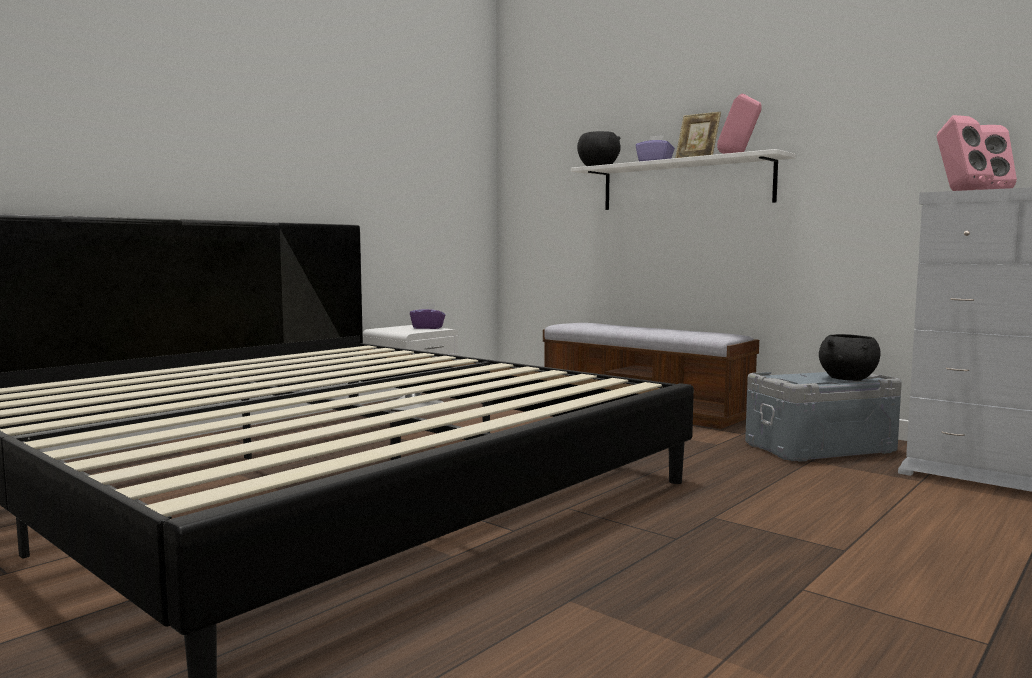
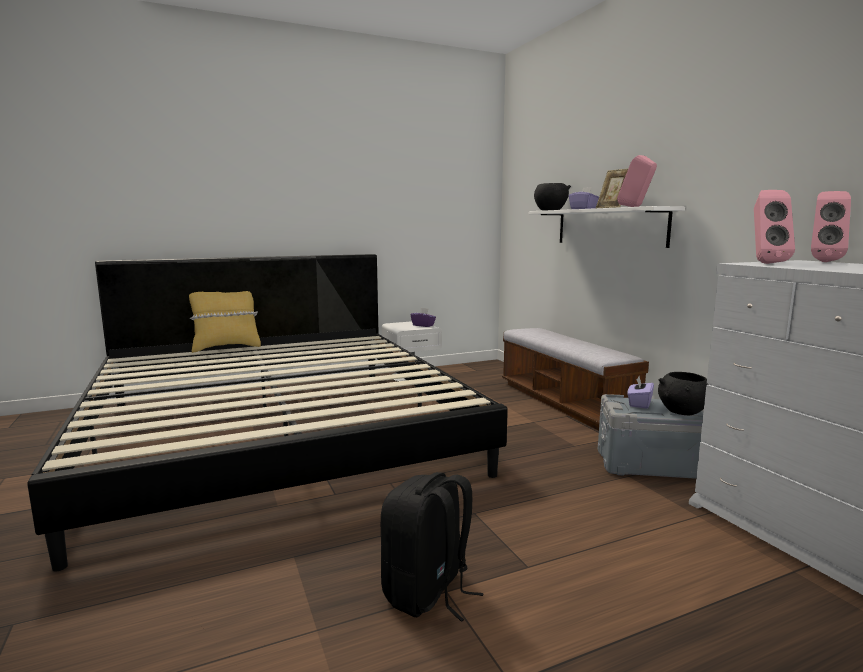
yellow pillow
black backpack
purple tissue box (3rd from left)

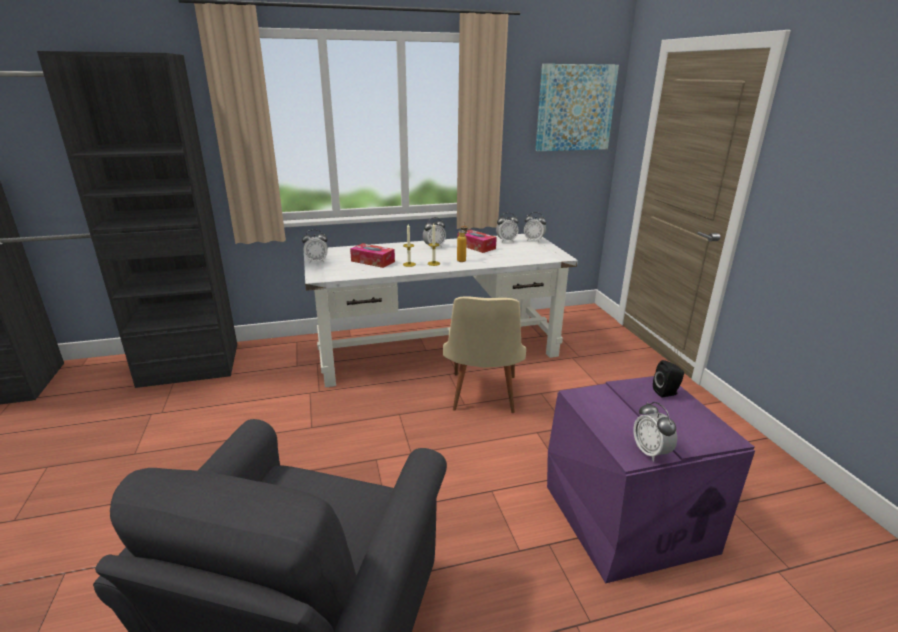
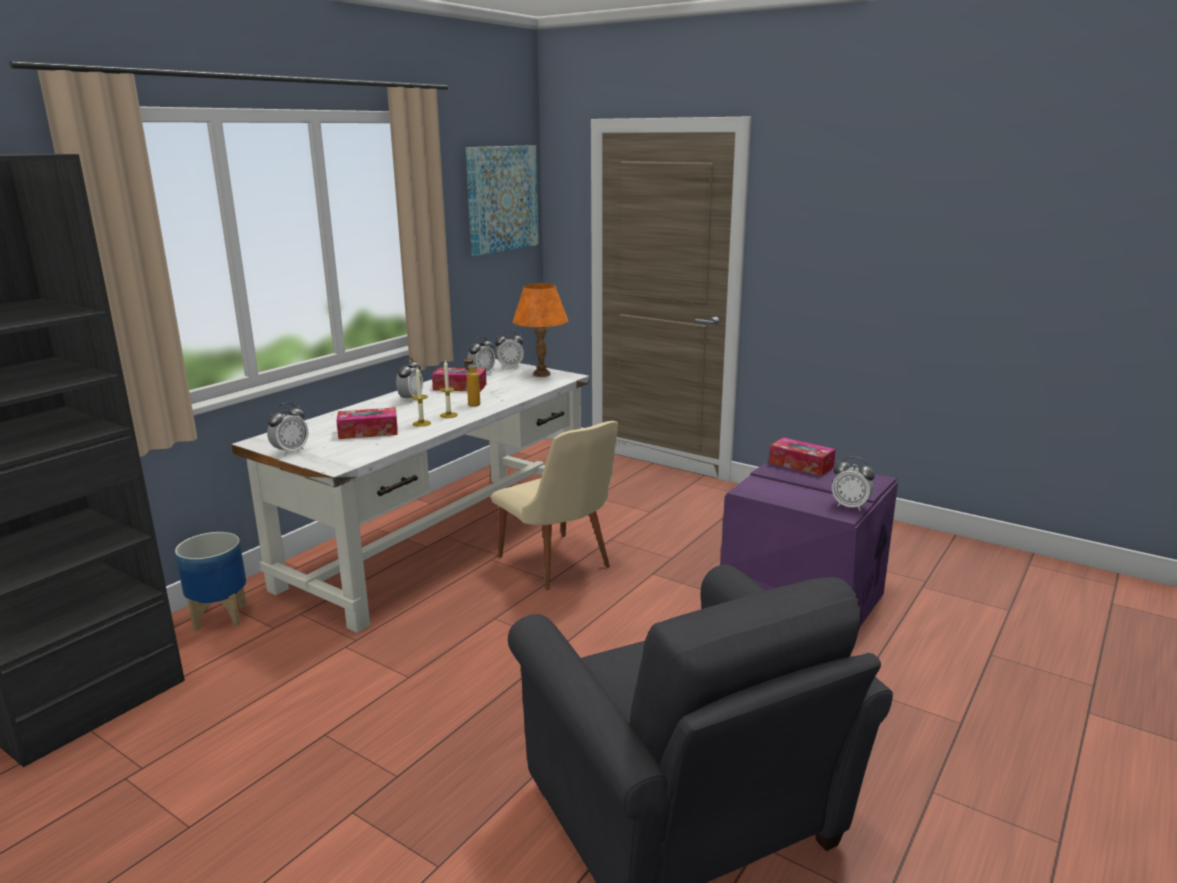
planter
orange table lamp
tissue box (3rd from left)

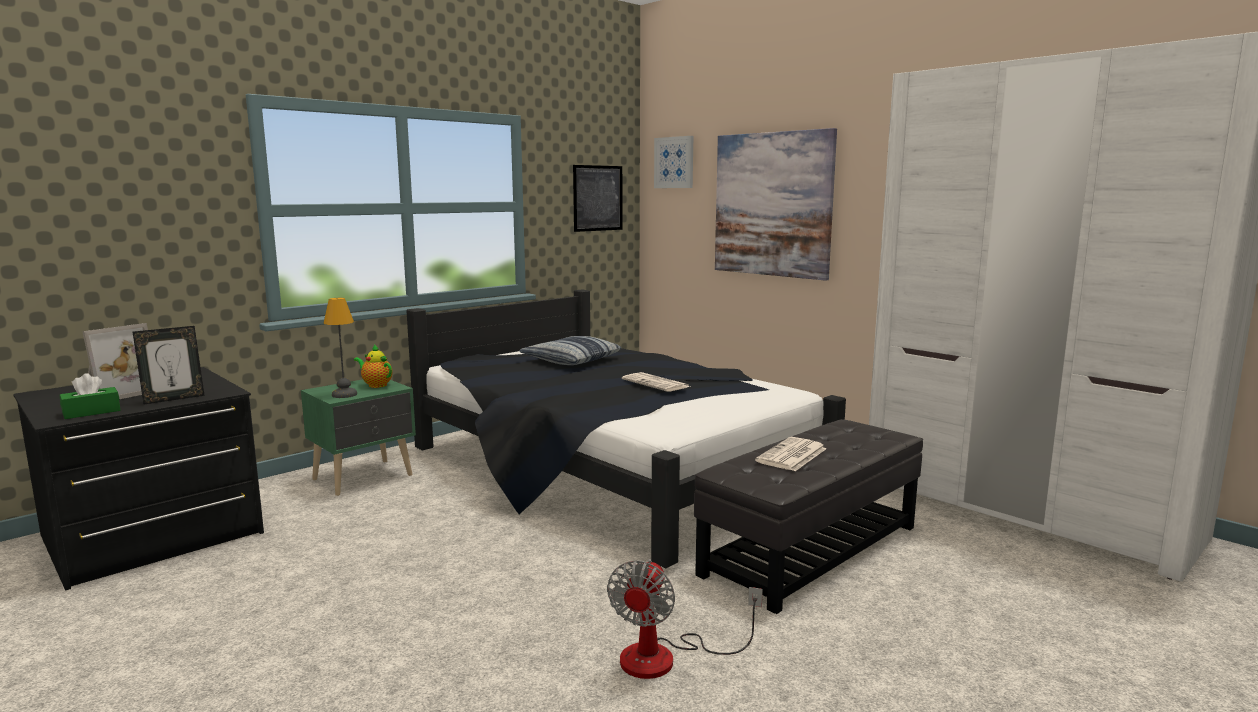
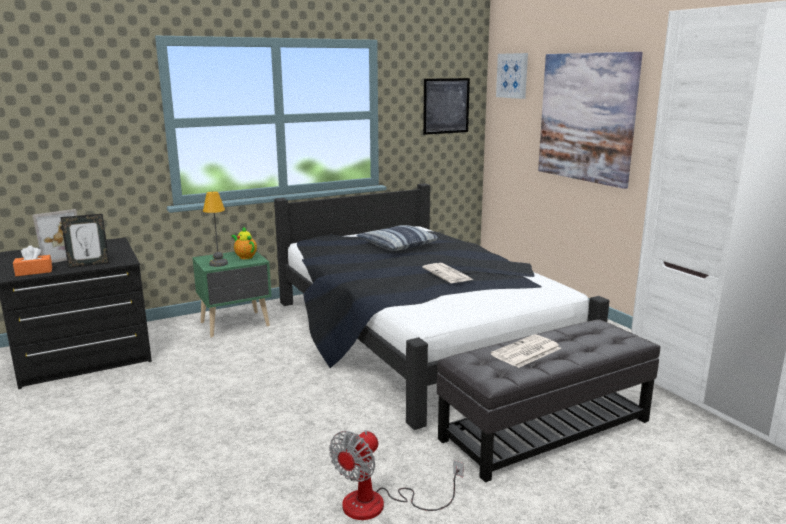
orange tissue box

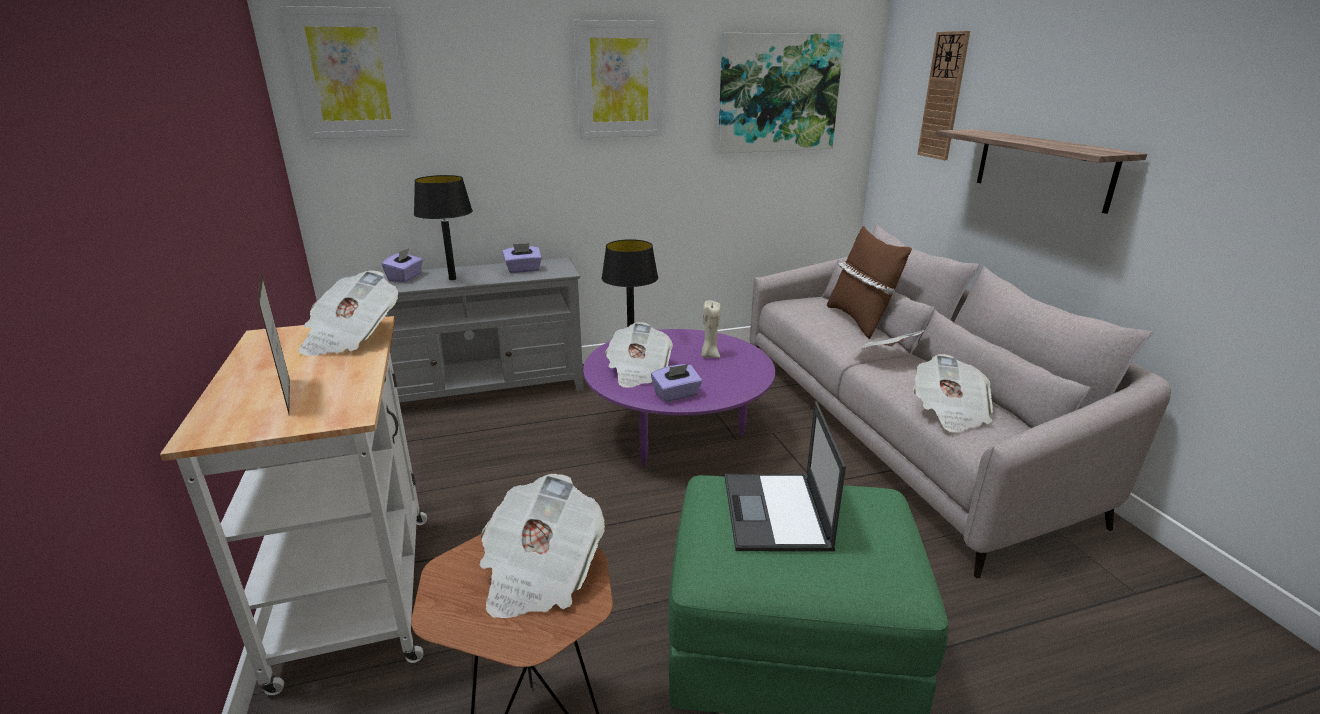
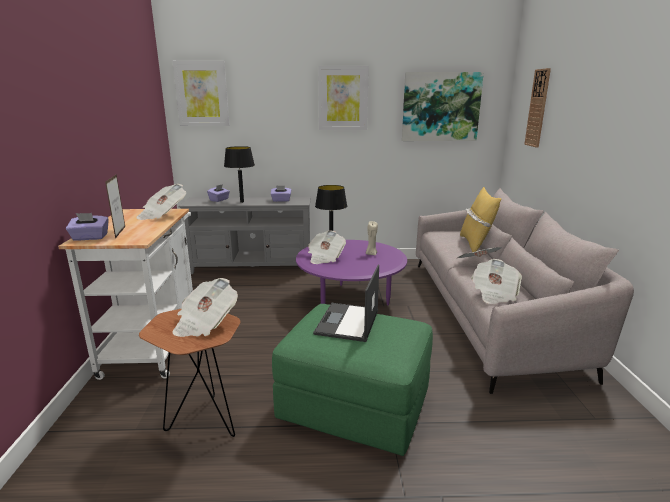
shelf
purple tissue box (1st from left)
yellow pillow

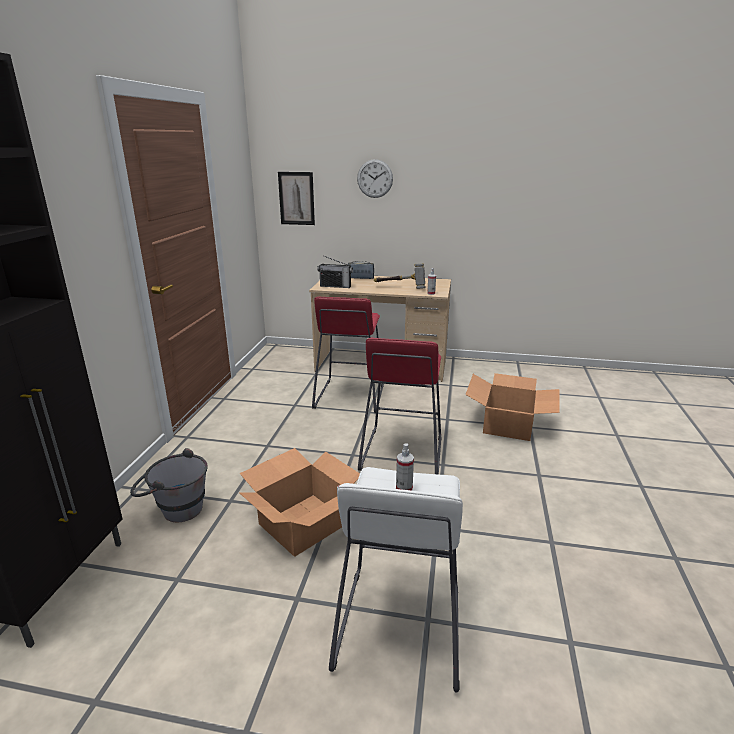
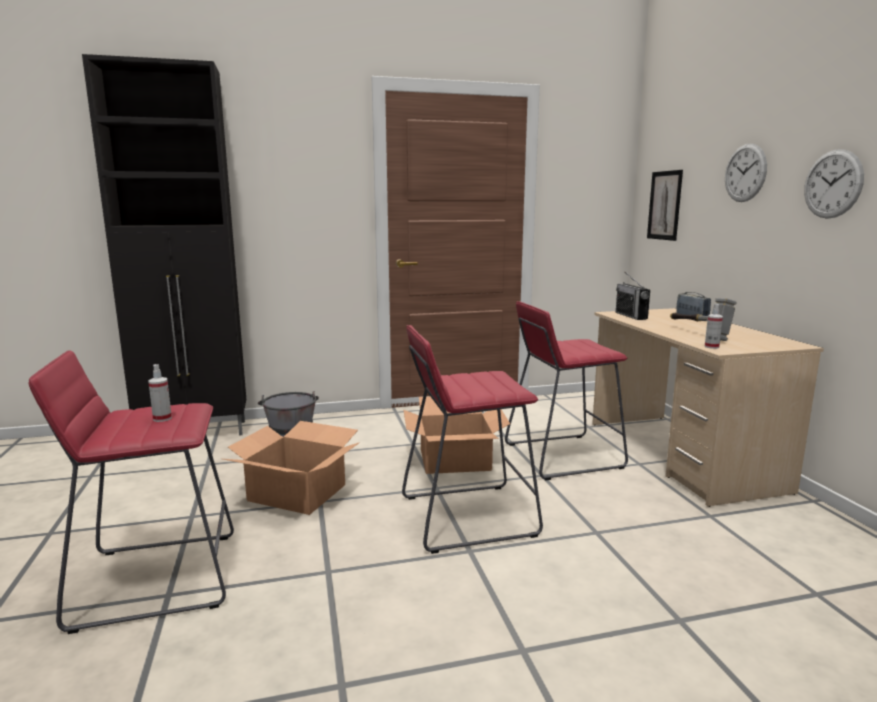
wall clock (2nd from left)
cardboard box (2nd from left)
red stool (1st from left)

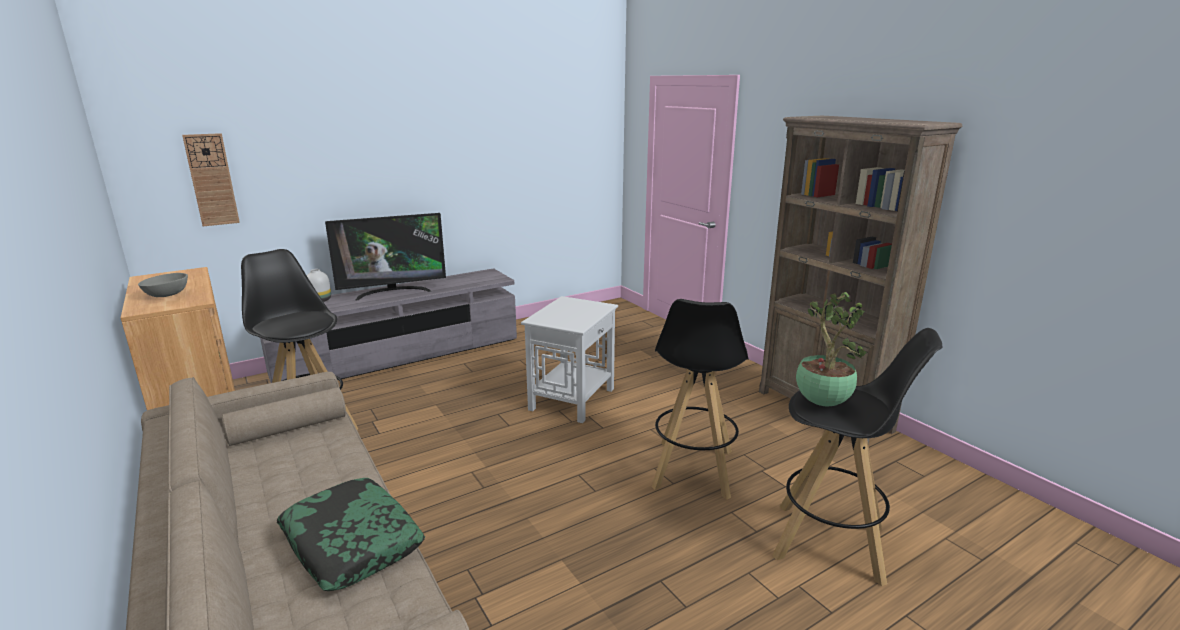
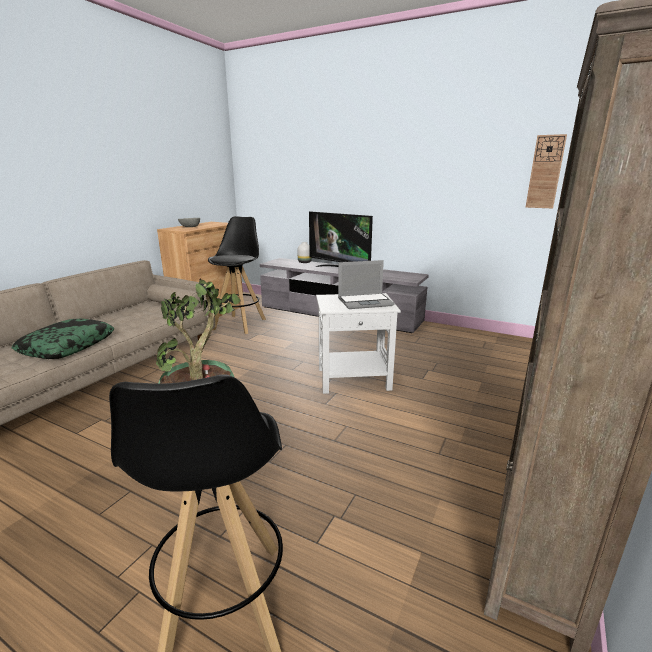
black stool (2nd from left in the first image)
laptop
wall clock

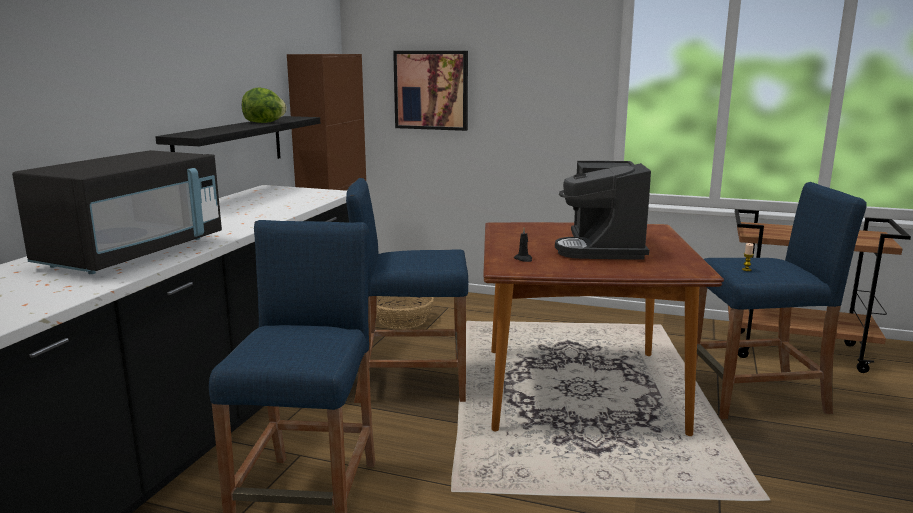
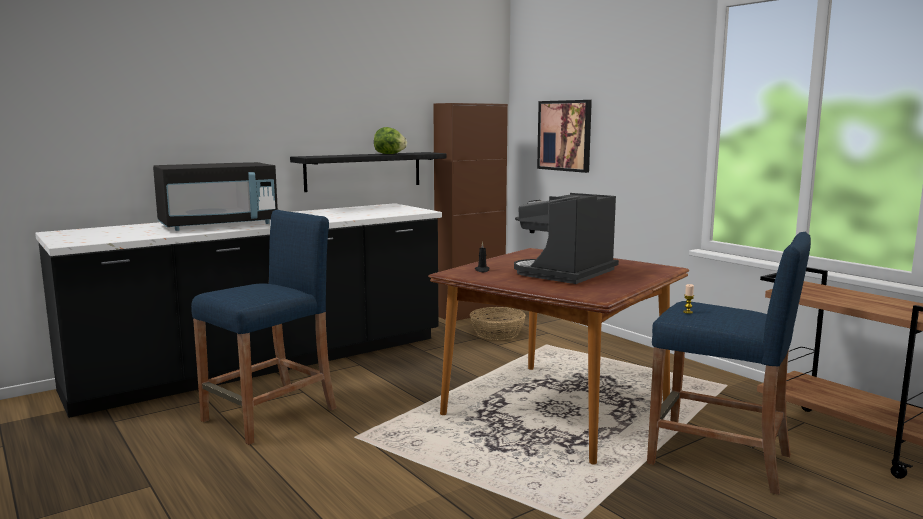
blue stool (2nd from left in the first image)

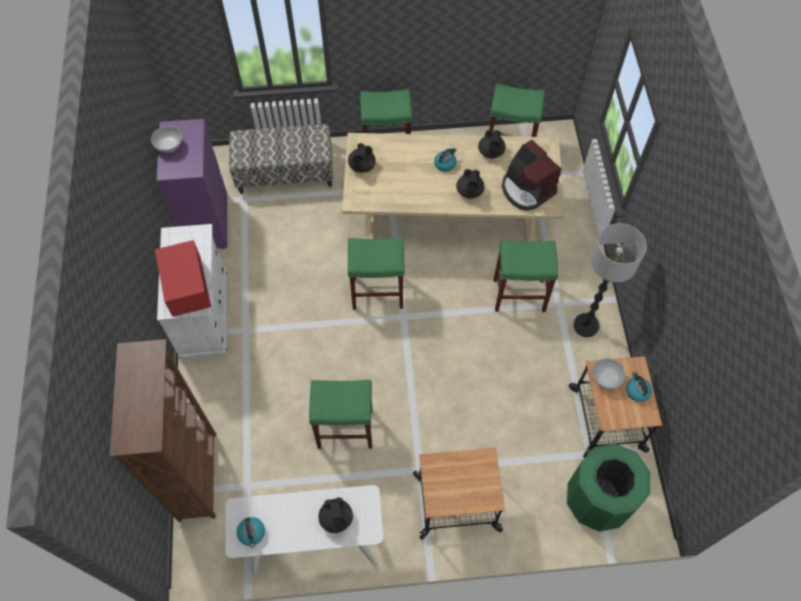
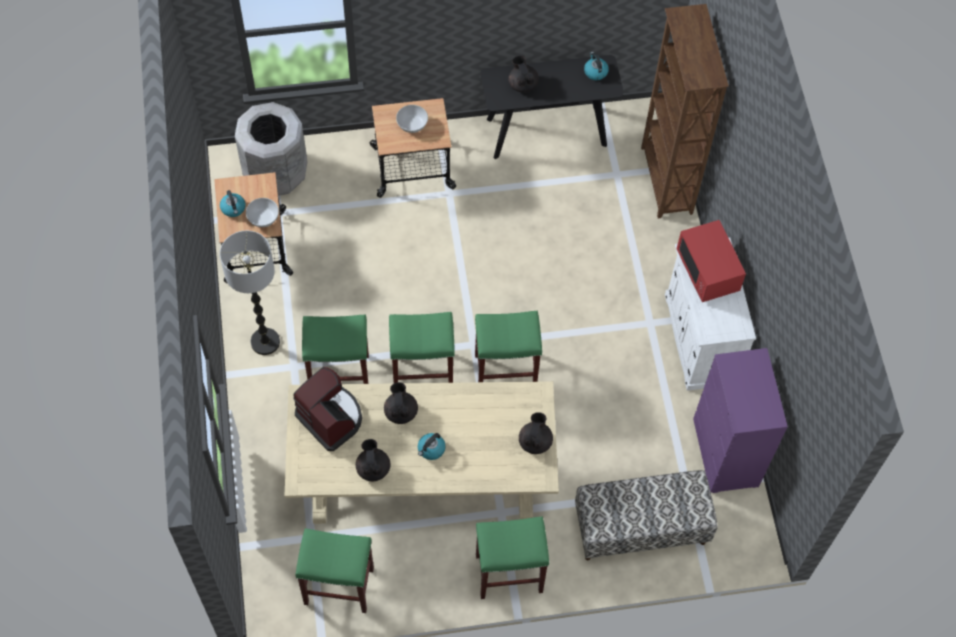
white bowl (2nd from left)
green stool (3rd from left)
black console table
grey trash can

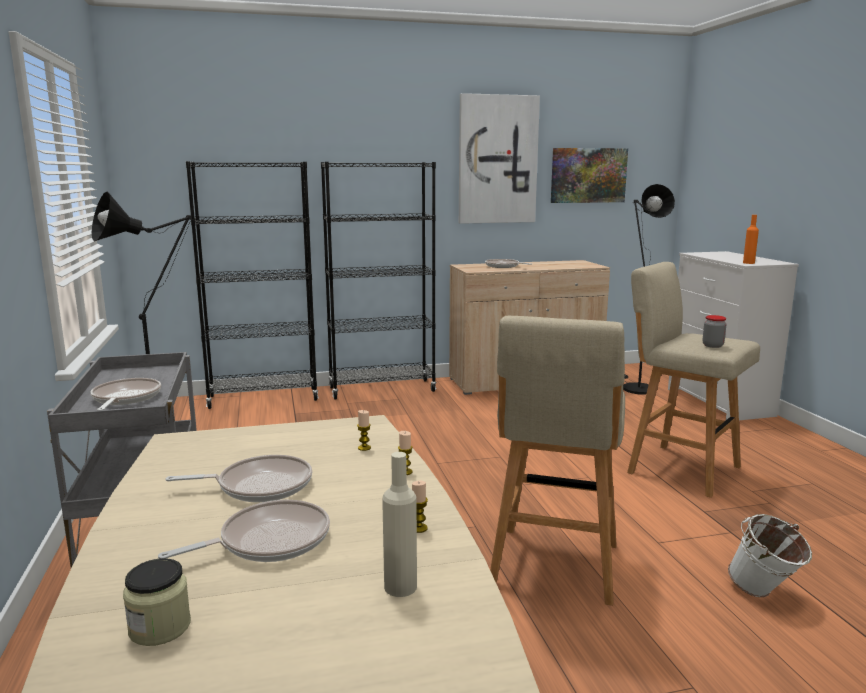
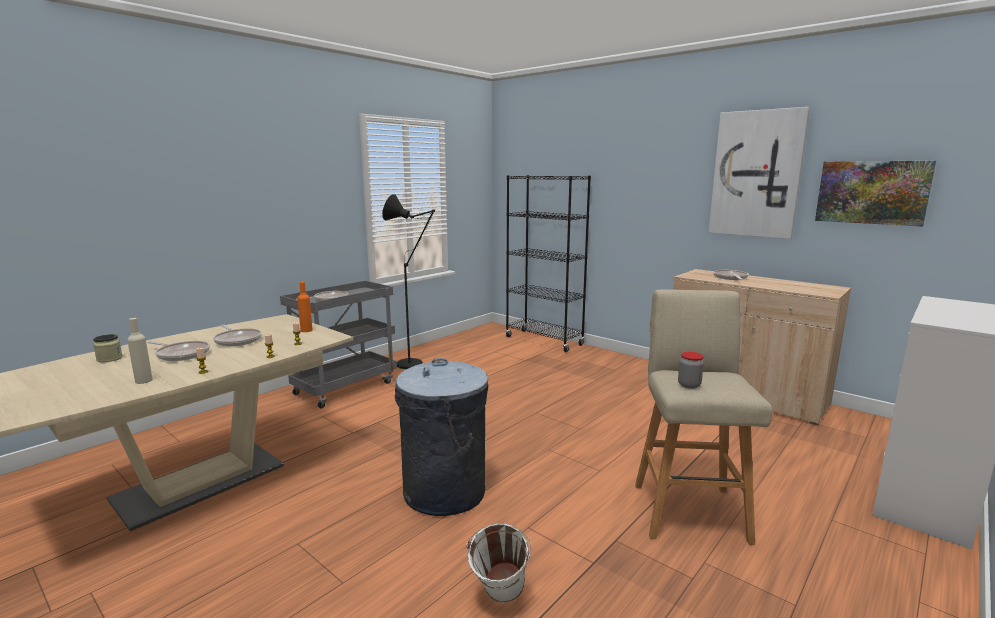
black bookcase (2nd from left in the first image)
black floor lamp (2nd from left in the first image)
orange bottle
grey trash can

